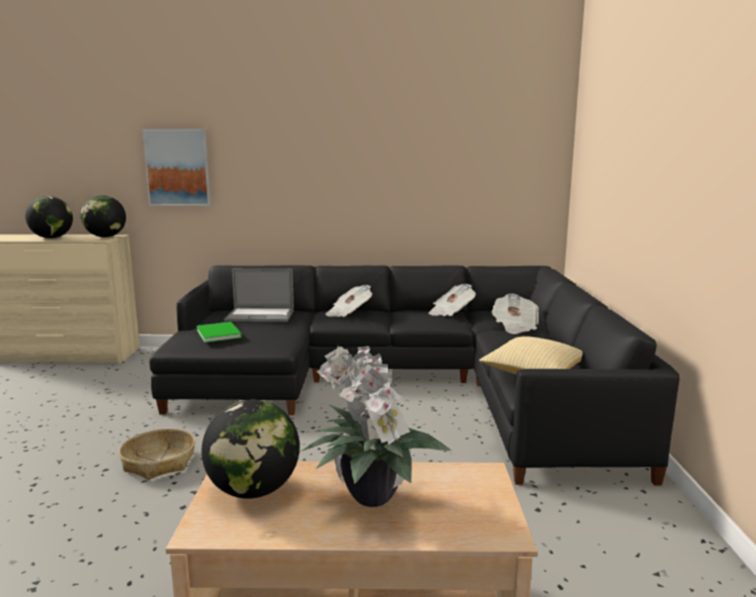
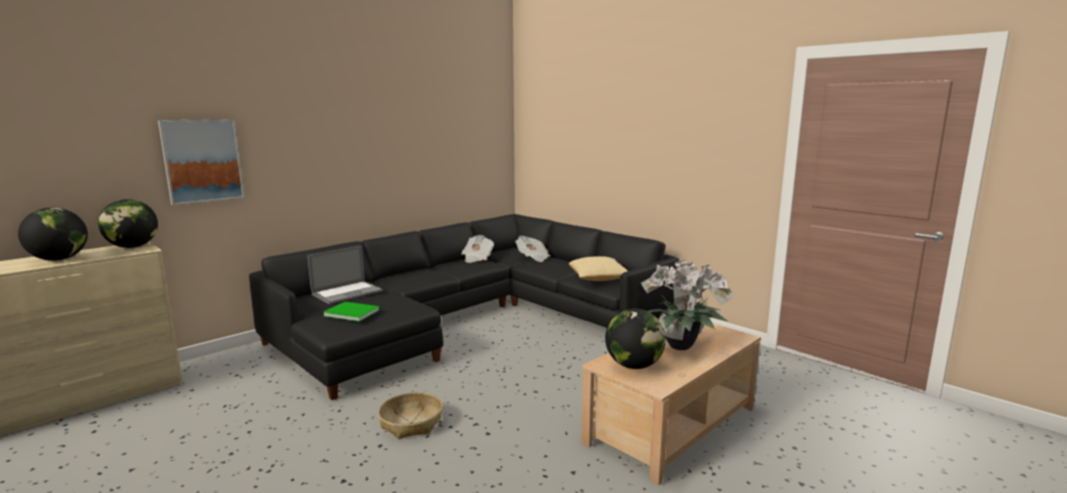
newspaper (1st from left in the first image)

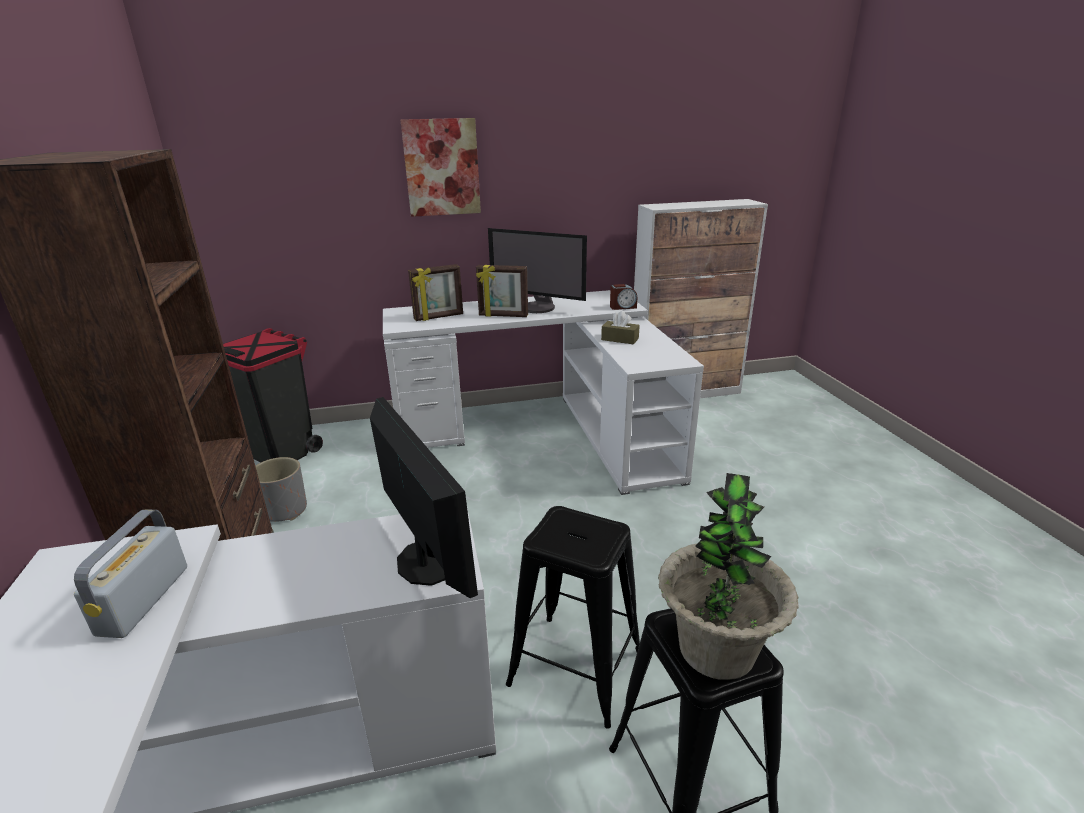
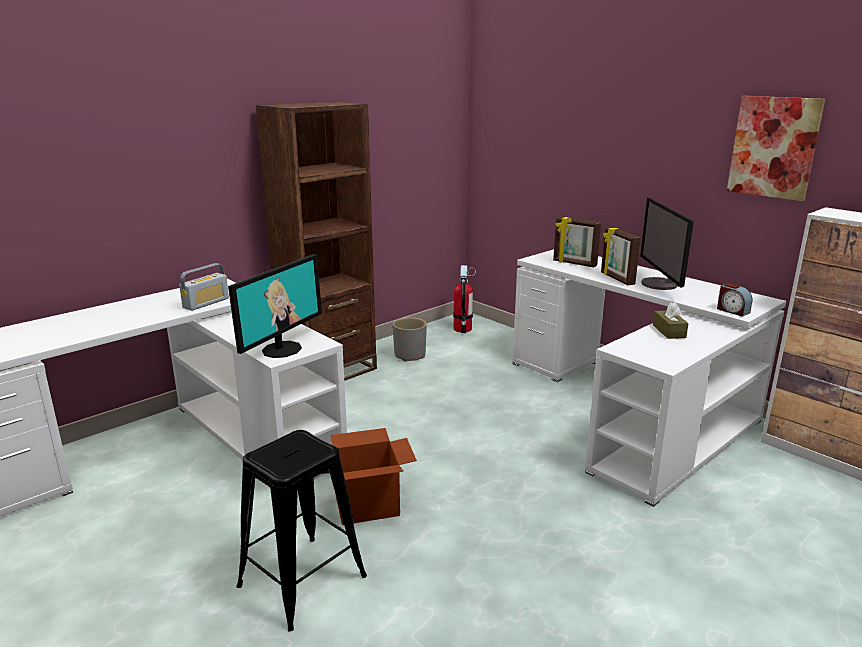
potted plant
picture
fire extinguisher
cardboard box
radio

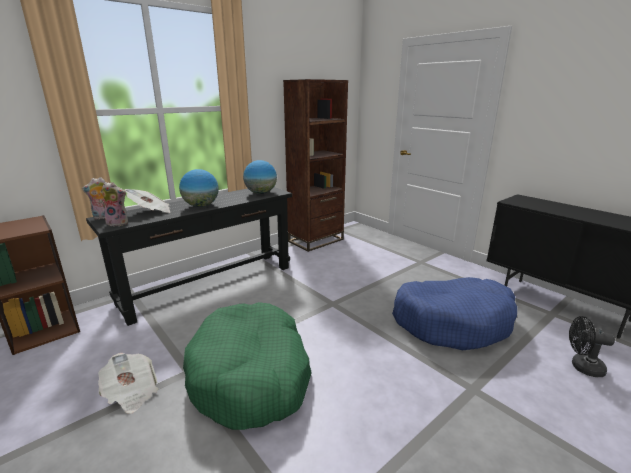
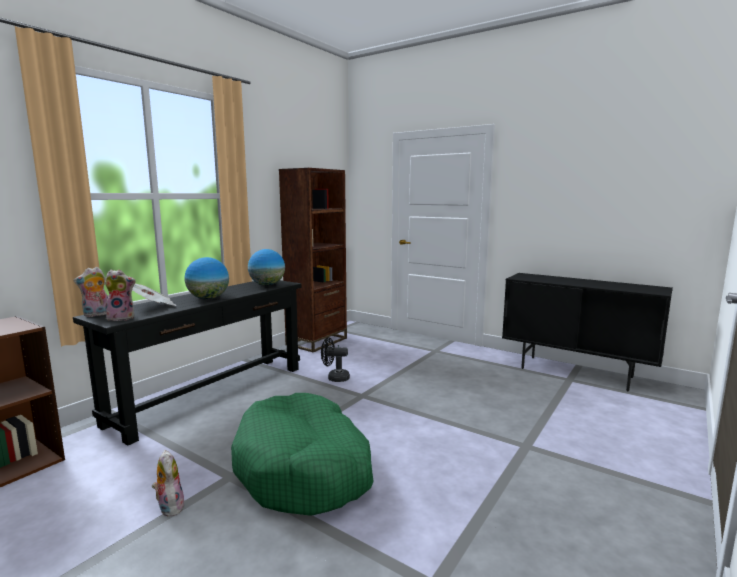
blue dog bed
black fan
plush toy (3rd from left)

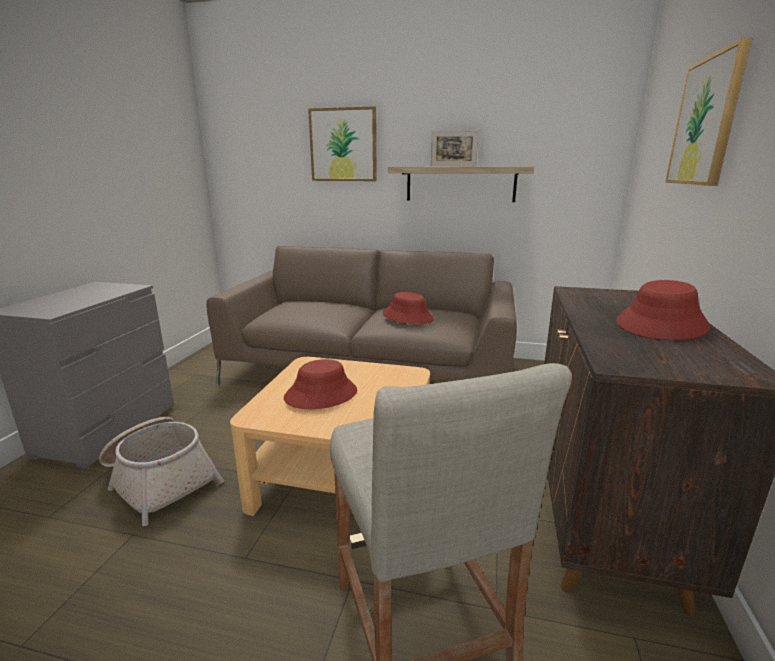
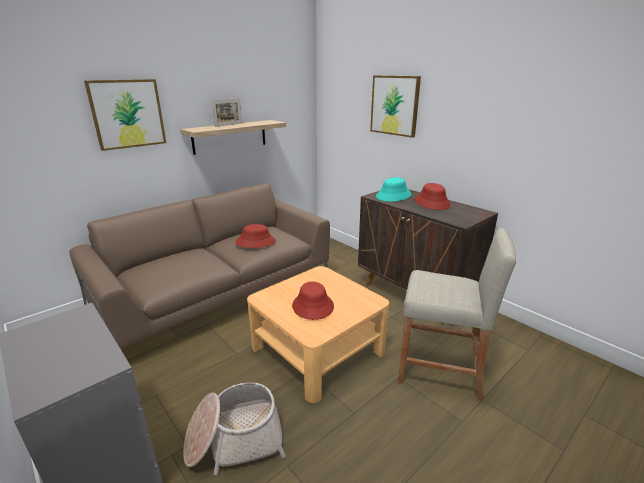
turquoise hat

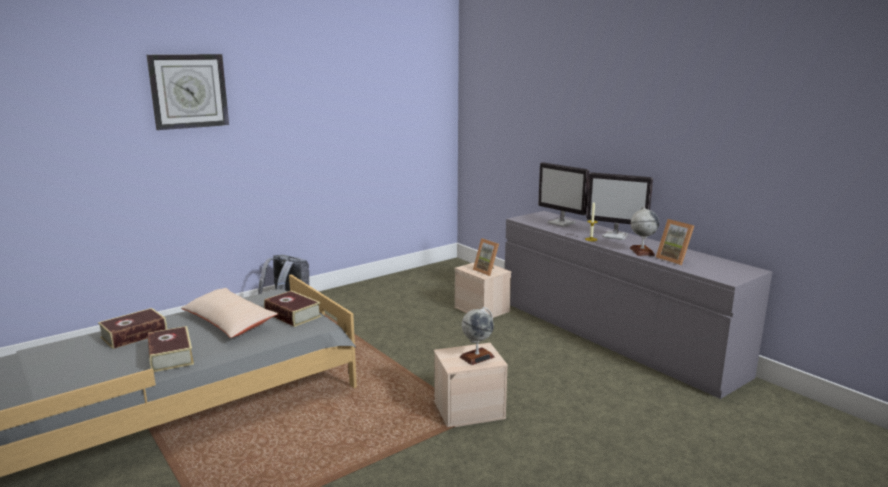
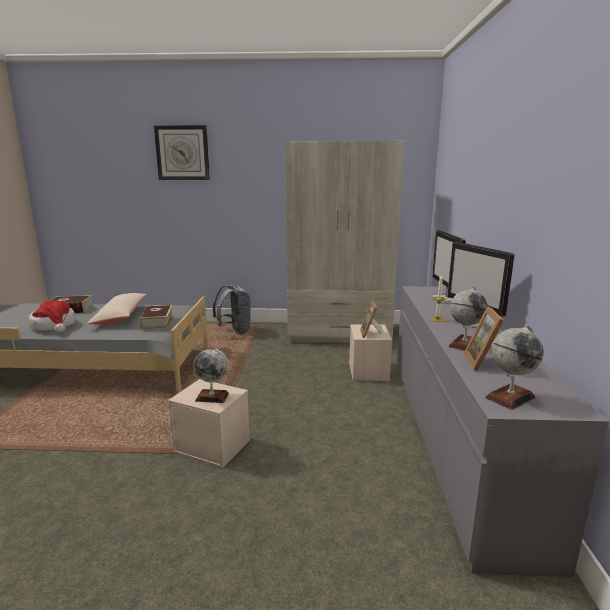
beige wardrobe
globe (3rd from left)
hat

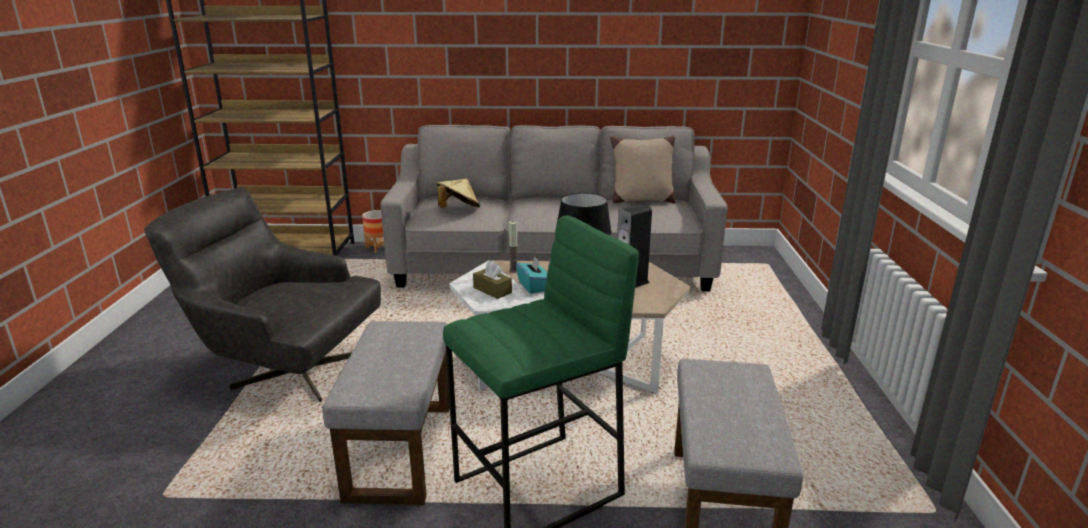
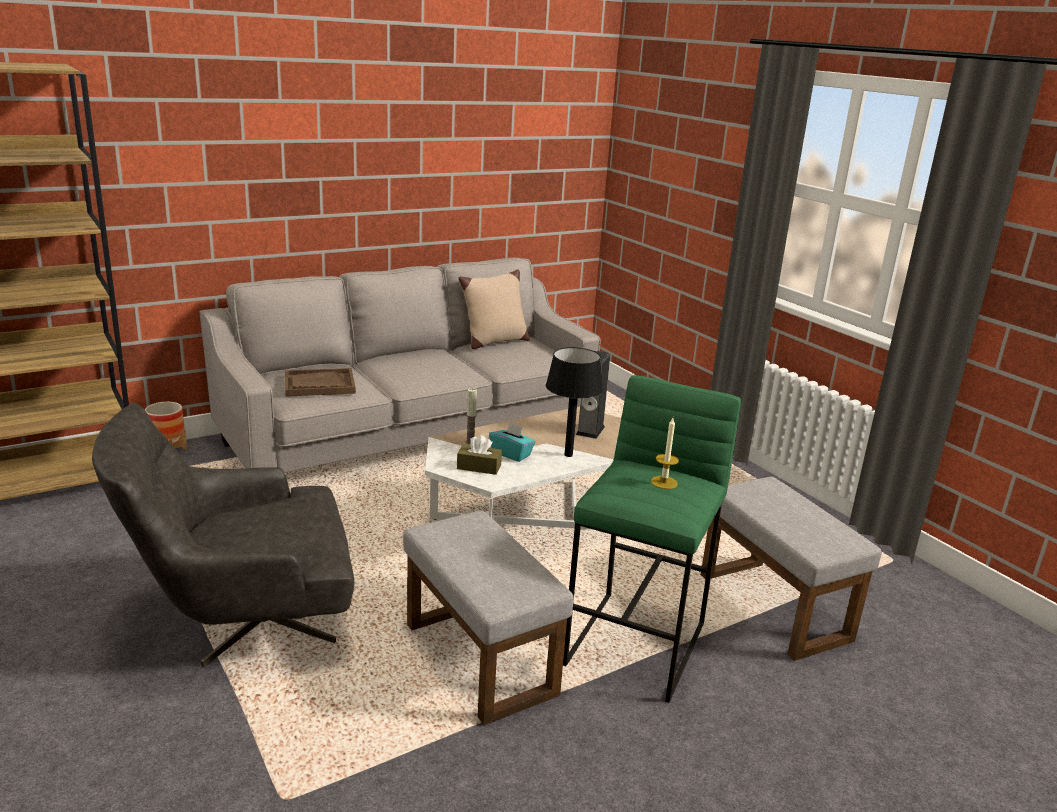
candle (2nd from left)
brown tray

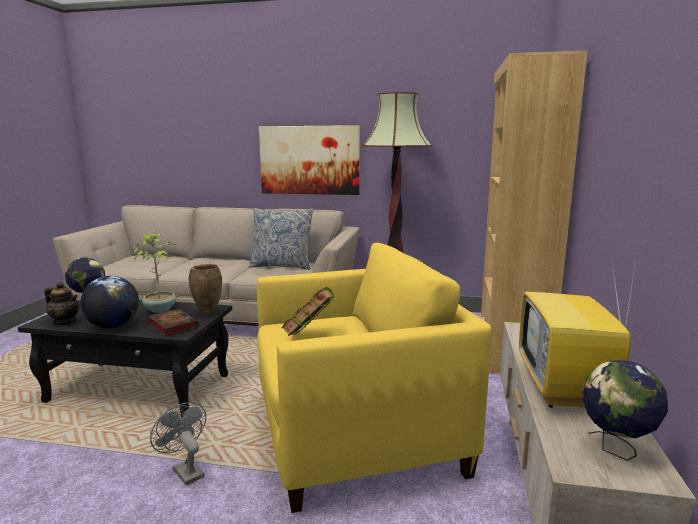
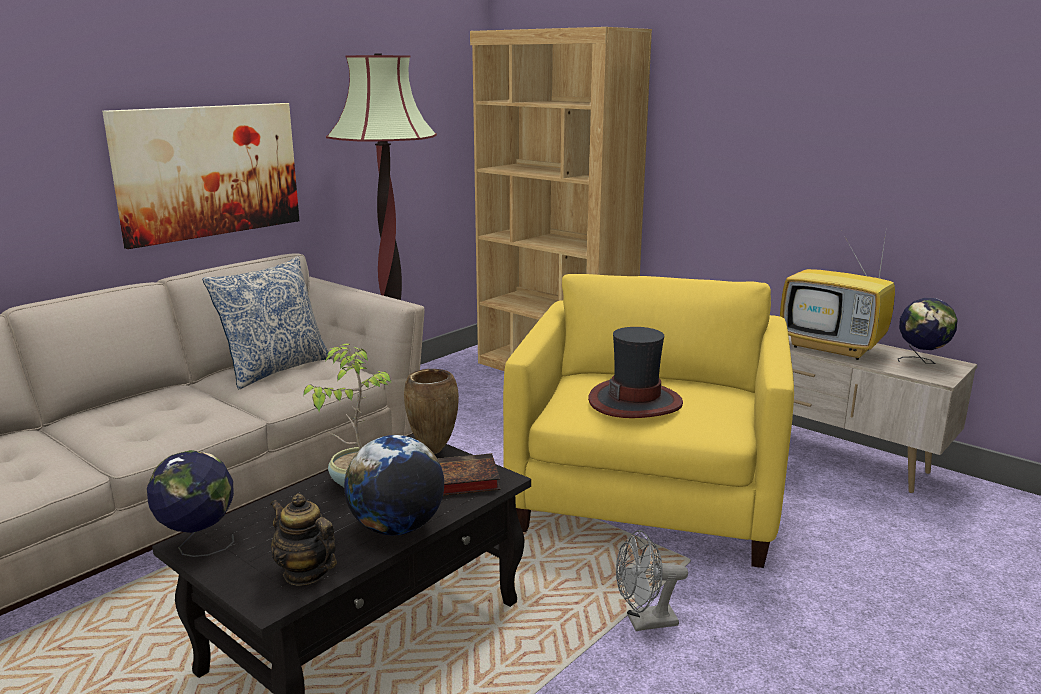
hat
teapot

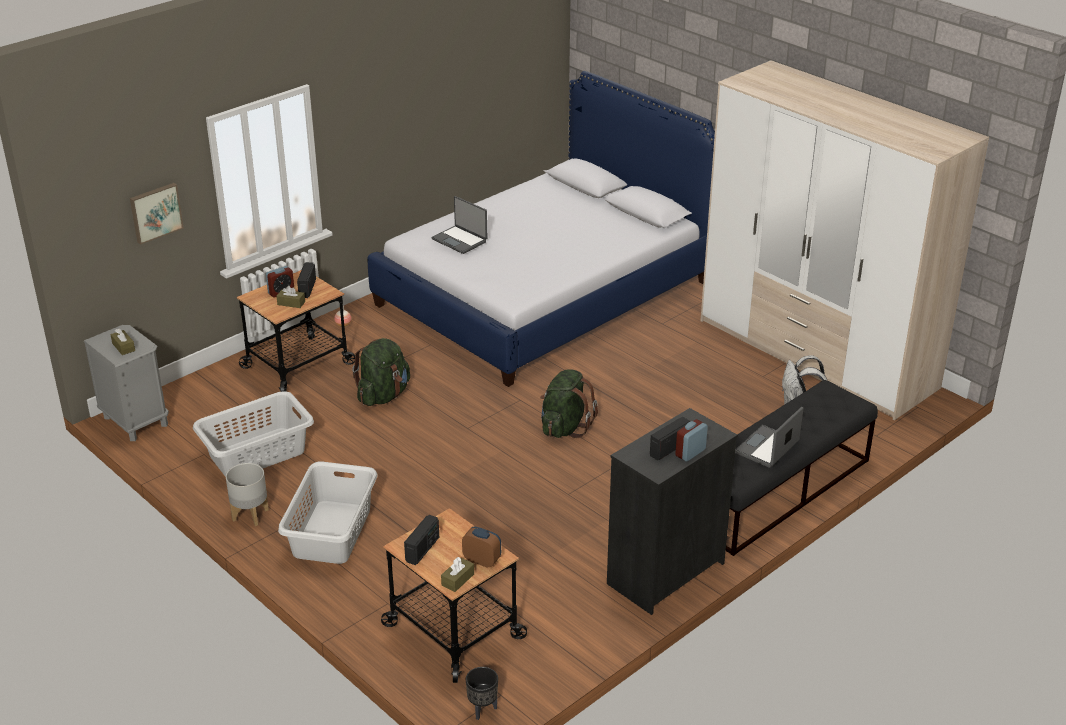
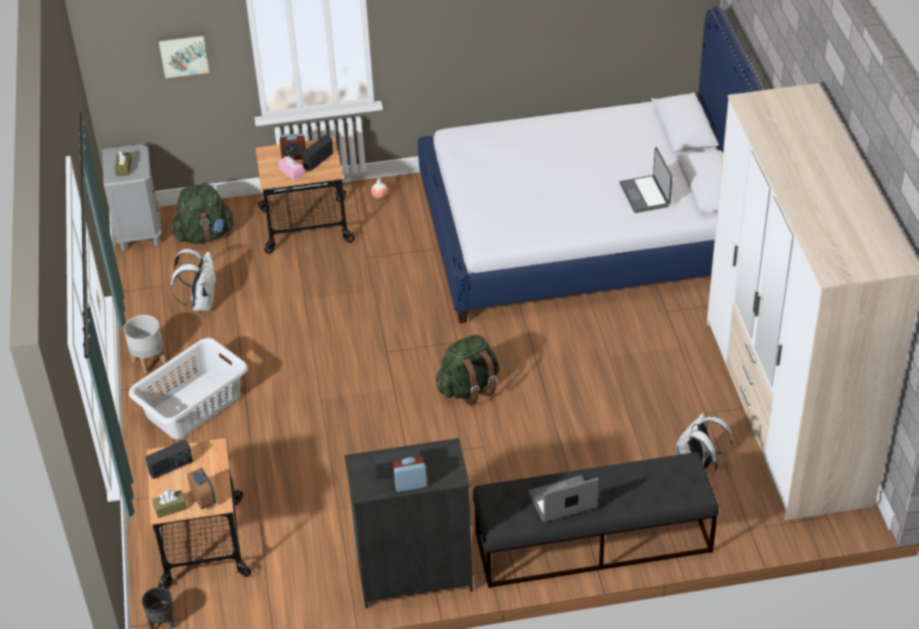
green backpack (1st from left)
laptop (2nd from left)
white backpack (1st from left)
pink tissue box

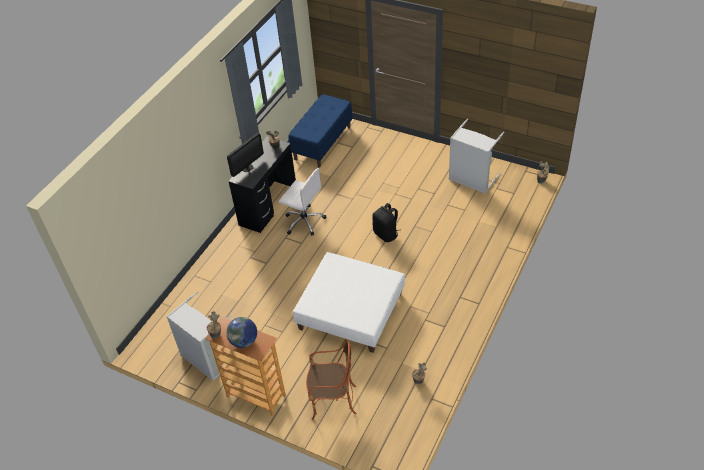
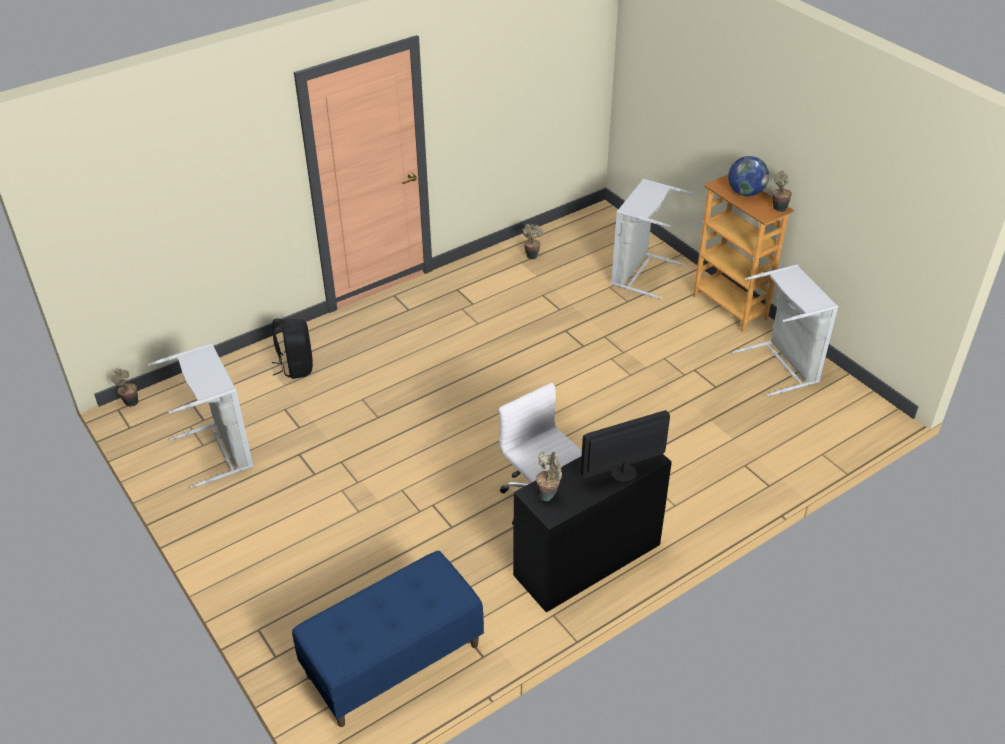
white ottoman
black backpack
grey laundry basket (2nd from left)

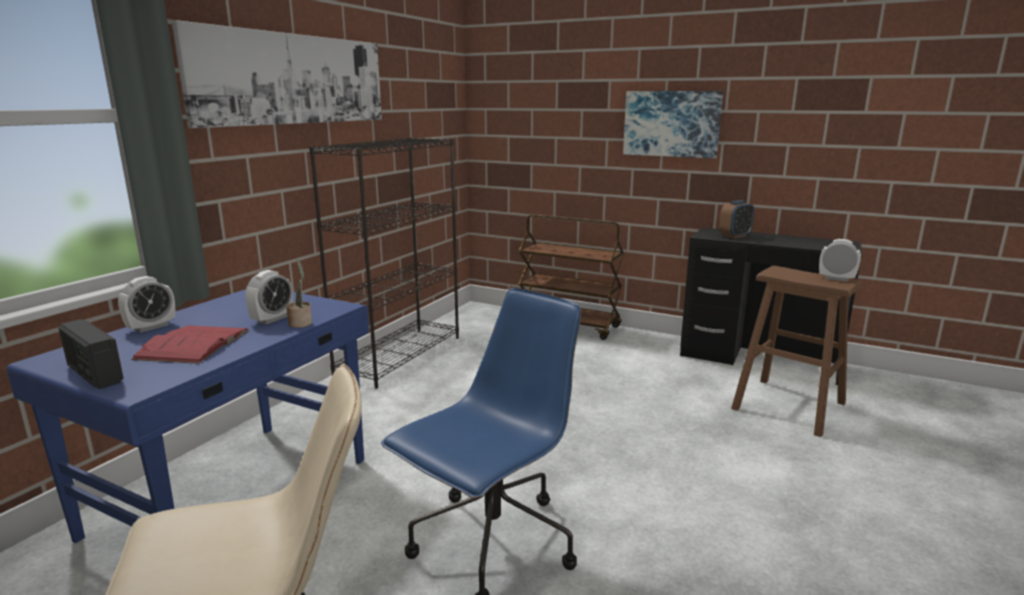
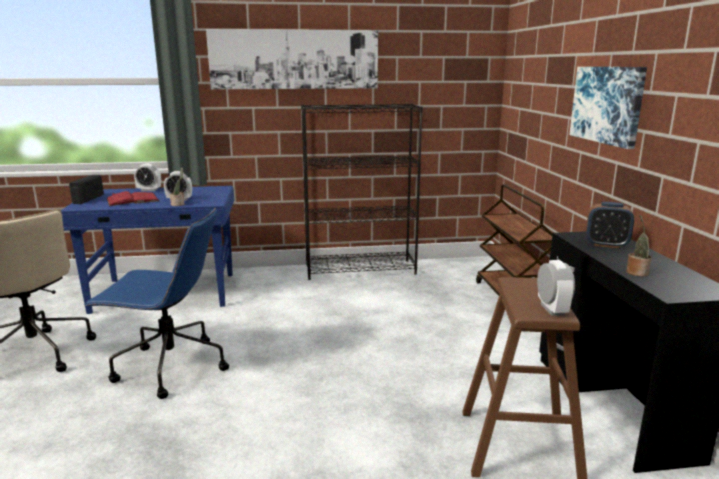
potted plant (2nd from left)

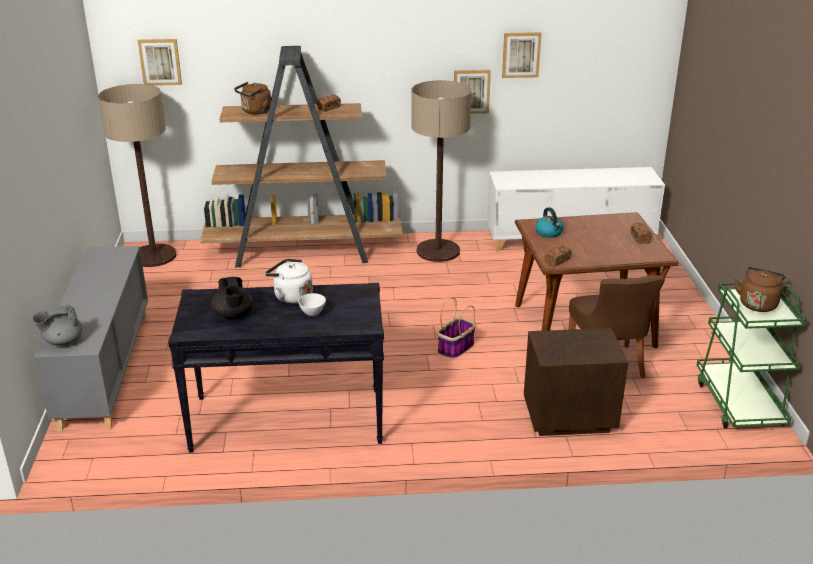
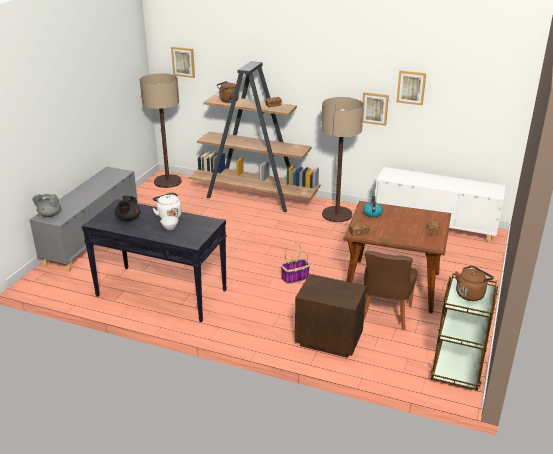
brown cart

